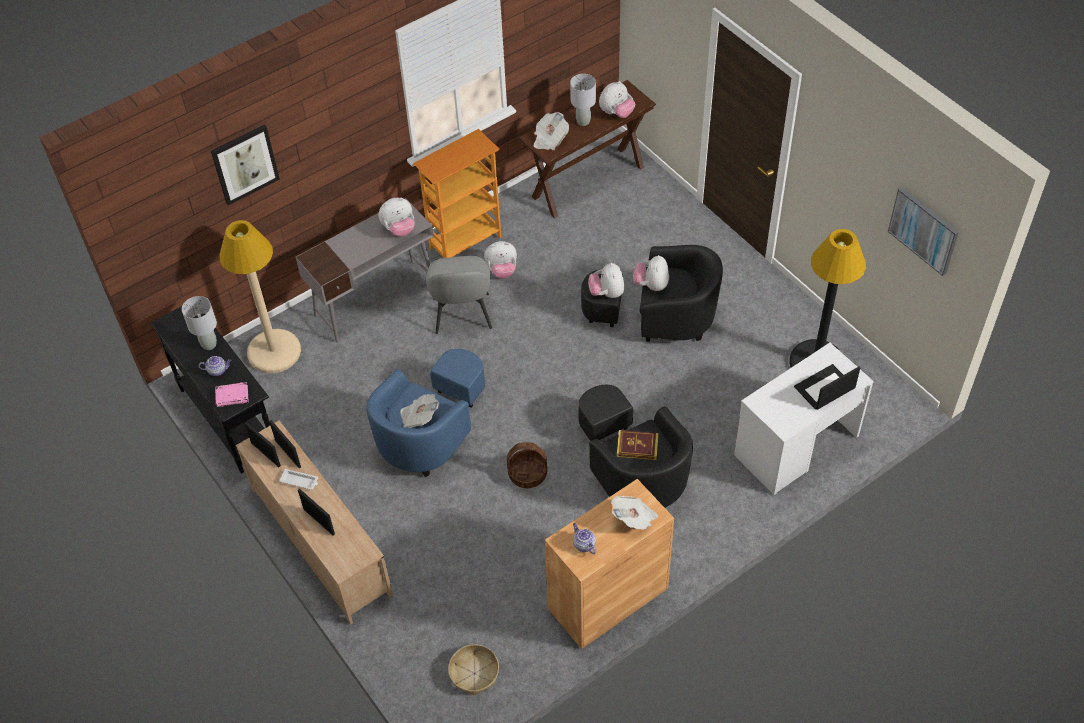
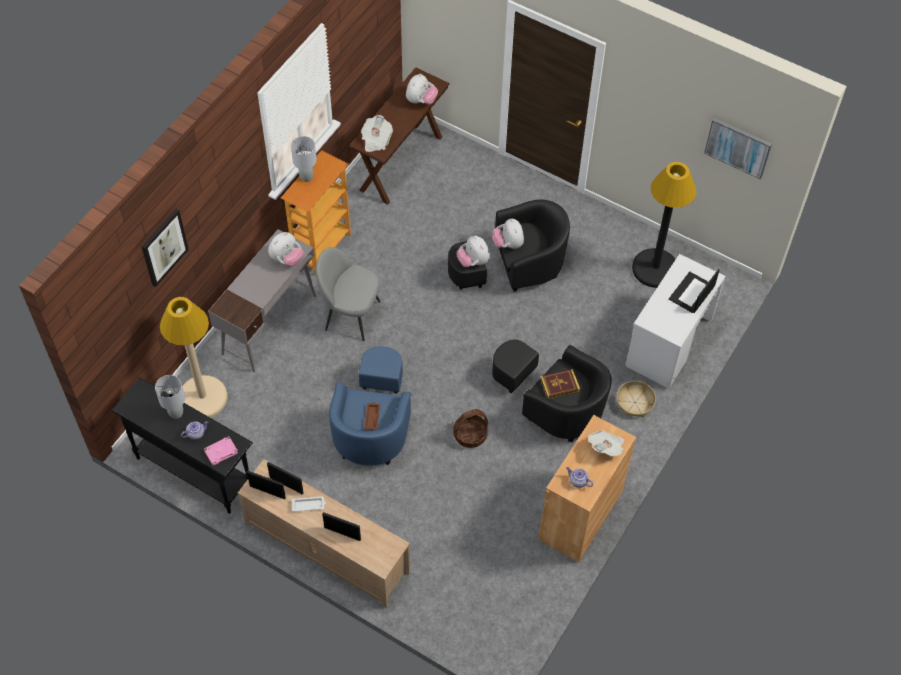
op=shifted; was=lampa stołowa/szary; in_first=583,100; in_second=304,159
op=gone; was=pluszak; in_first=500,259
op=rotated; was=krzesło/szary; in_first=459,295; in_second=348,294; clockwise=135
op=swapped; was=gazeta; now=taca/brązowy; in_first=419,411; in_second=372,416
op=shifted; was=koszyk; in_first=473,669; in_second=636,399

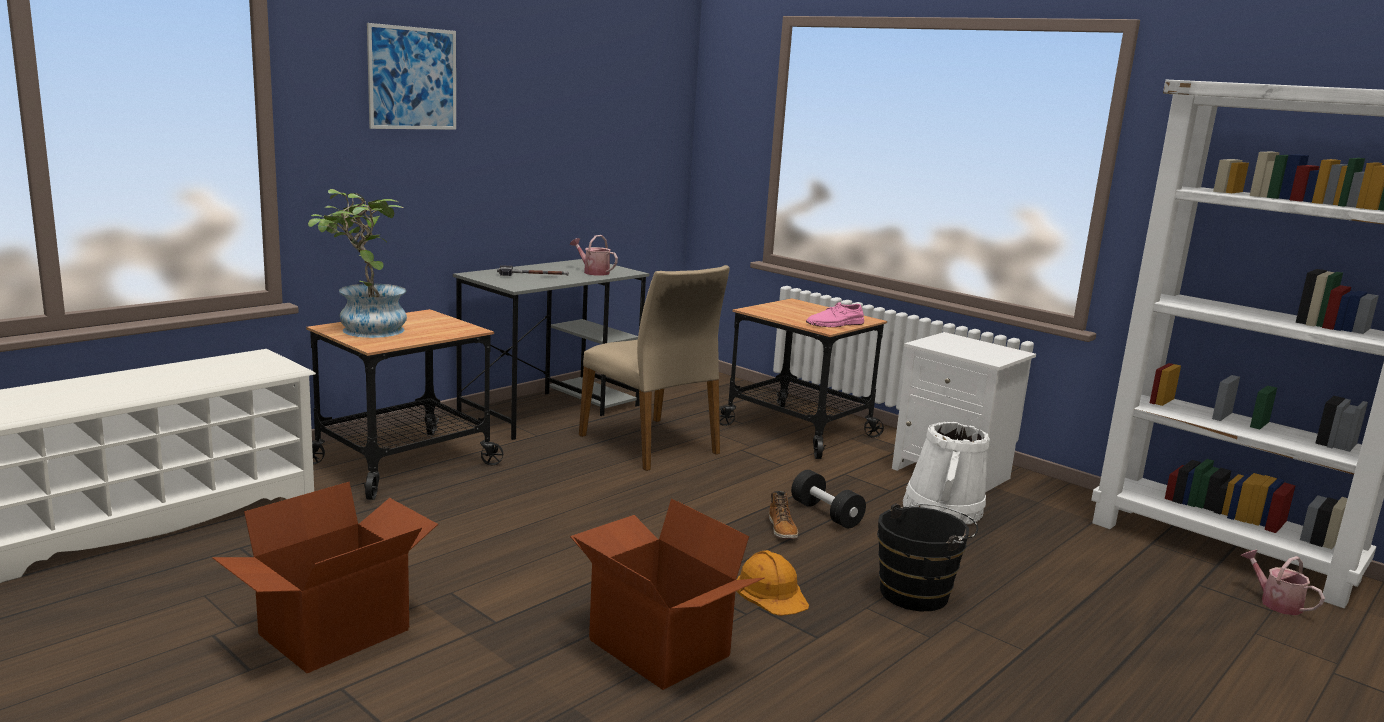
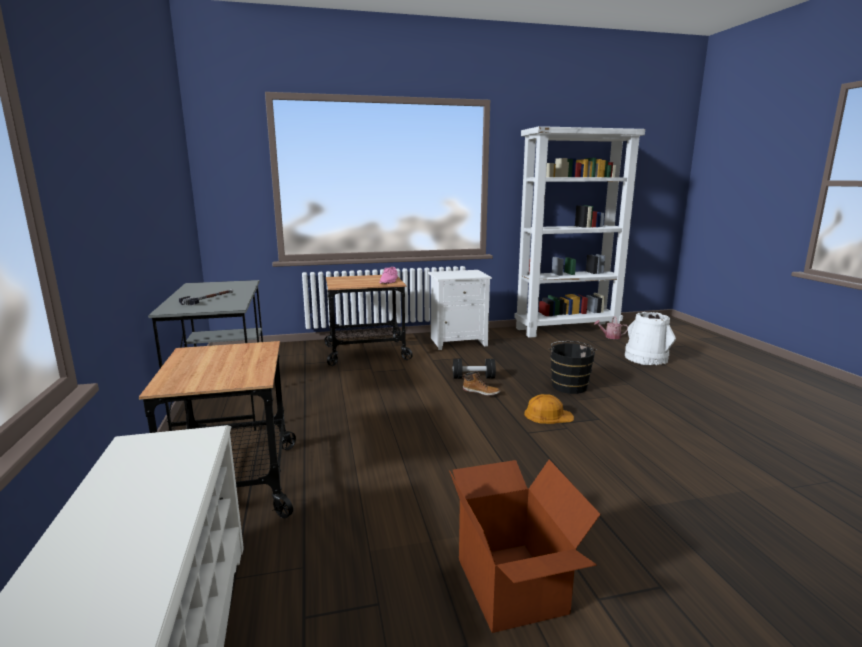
op=gone; was=obraz; in_first=411,76
op=gone; was=roślina doniczkowa; in_first=357,263
op=gone; was=konewka; in_first=594,255
op=gone; was=krzesło/beżowy; in_first=654,368
op=shifted; was=wiadro/biały; in_first=946,473; in_second=650,338
op=gone; was=karton; in_first=667,594

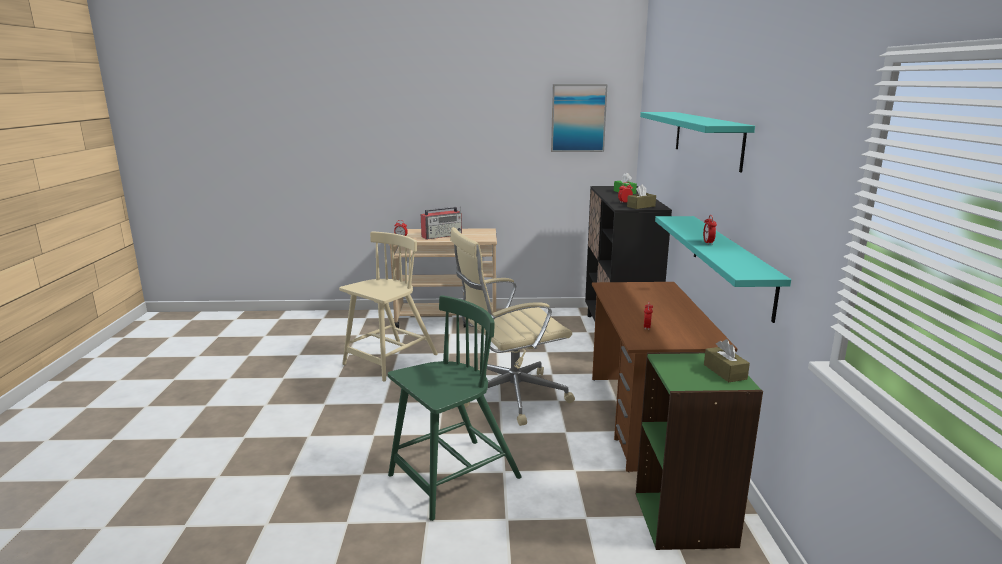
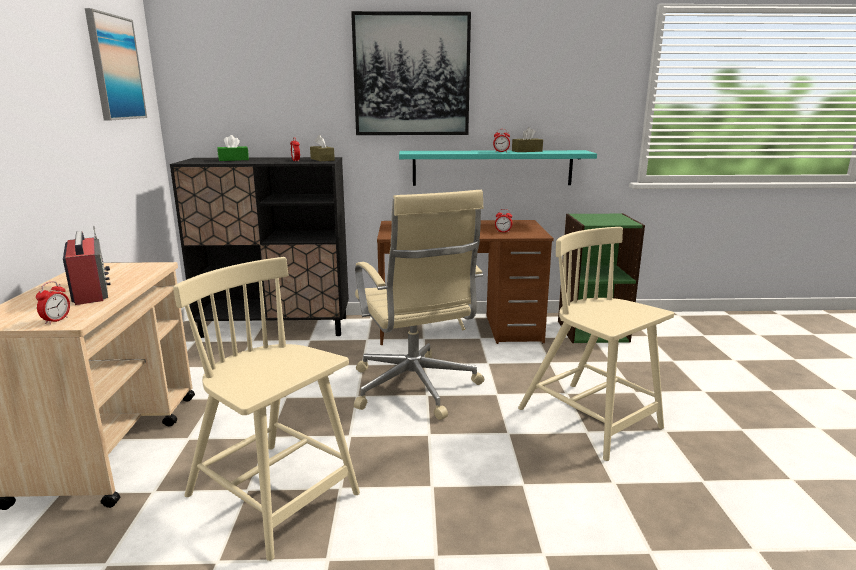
op=swapped; was=półka/turkusowy; now=obraz; in_first=697,142; in_second=411,73
op=repainted; was=krzesło/zielony; now=krzesło/beżowy; in_first=455,408; in_second=596,344
op=shifted; was=pudełko chusteczek/brązowy; in_first=727,361; in_second=527,139

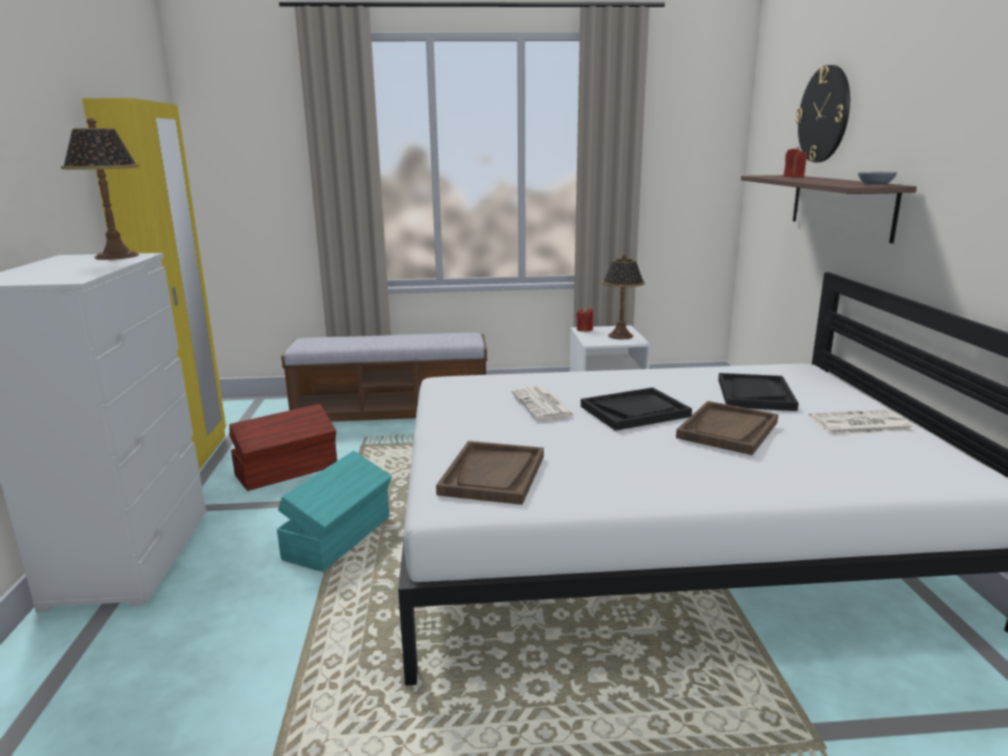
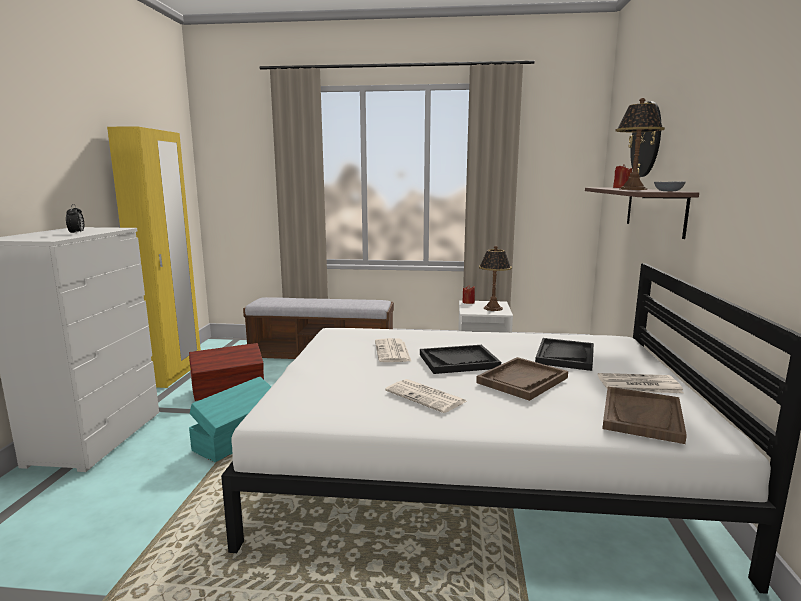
op=shifted; was=lampa stołowa; in_first=100,189; in_second=640,144
op=shifted; was=taca/brązowy; in_first=490,473; in_second=644,415
op=new; now=budzik; in_second=75,218
op=new; now=gazeta; in_second=426,396

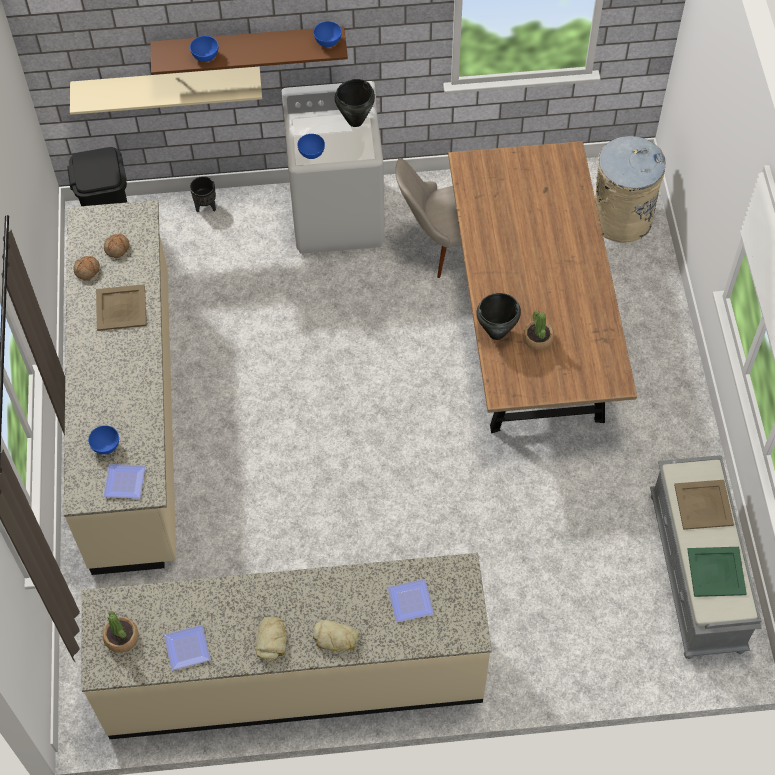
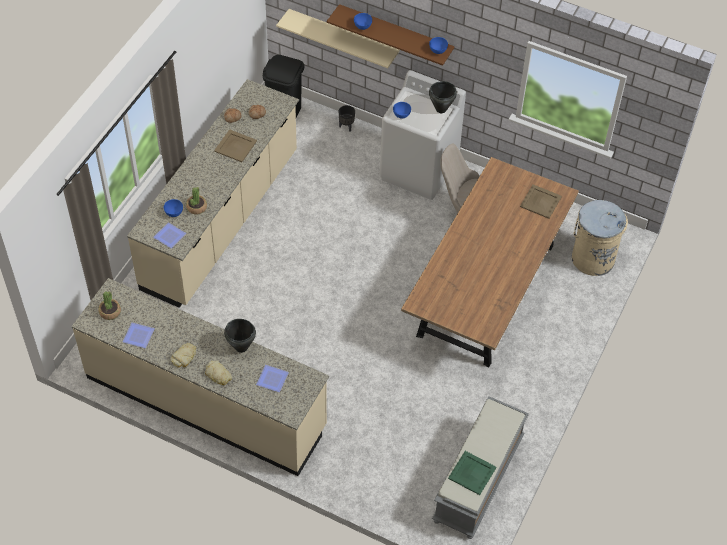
op=shifted; was=garnek/czarny; in_first=498,316; in_second=240,336
op=shifted; was=roślina doniczkowa; in_first=538,330; in_second=196,201
op=shifted; was=taca/beżowy; in_first=704,505; in_second=541,201

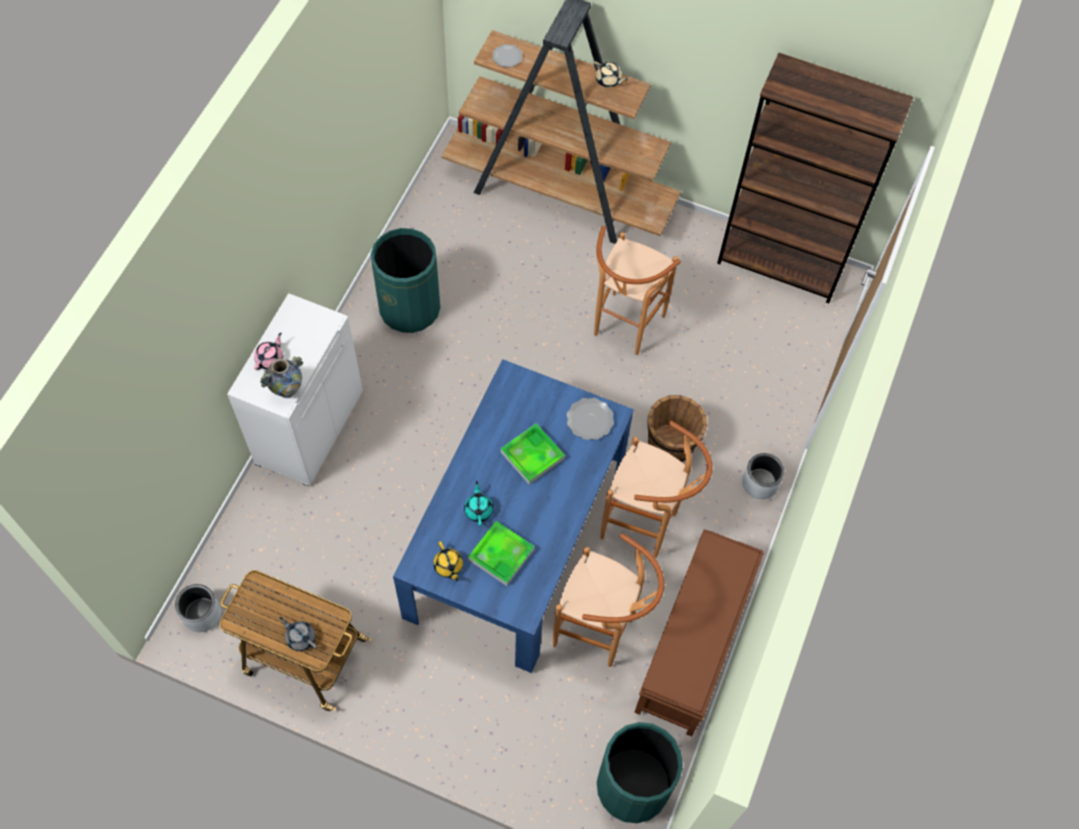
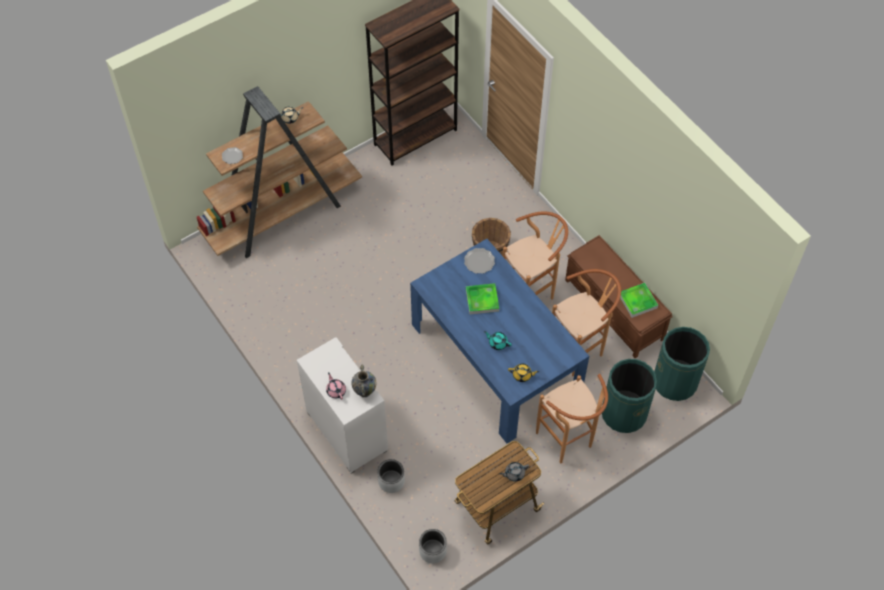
op=shifted; was=stołek/brązowy; in_first=637,290; in_second=572,418
op=shifted; was=kosz na śmieci/zielony; in_first=405,280; in_second=629,396
op=shifted; was=donica/szary; in_first=763,476; in_second=391,476
op=shifted; was=taca; in_first=501,553; in_second=639,300

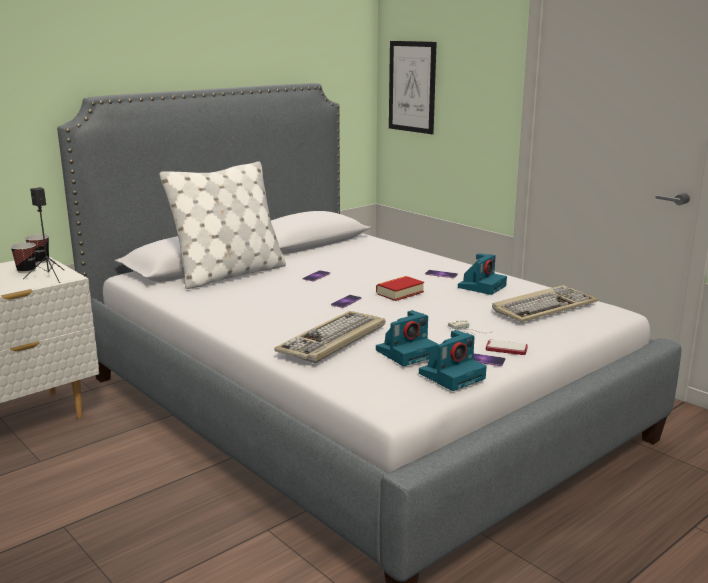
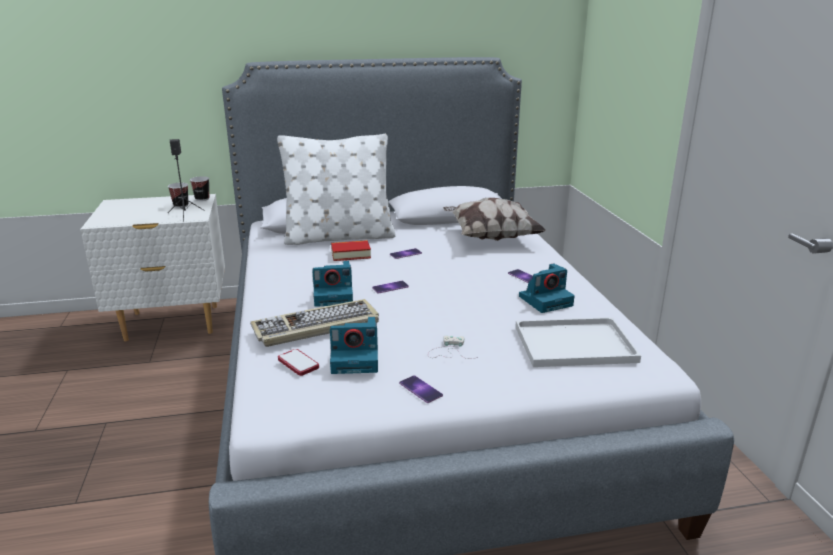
op=gone; was=obraz; in_first=413,87
op=shifted; was=książka; in_first=400,288; in_second=351,250
op=swapped; was=klawiatura; now=taca/biały; in_first=545,303; in_second=578,342
op=shifted; was=aparat fotograficzny; in_first=453,360; in_second=332,284
op=shifted; was=telefon; in_first=507,347; in_second=298,362
op=new; now=poduszka; in_second=495,219

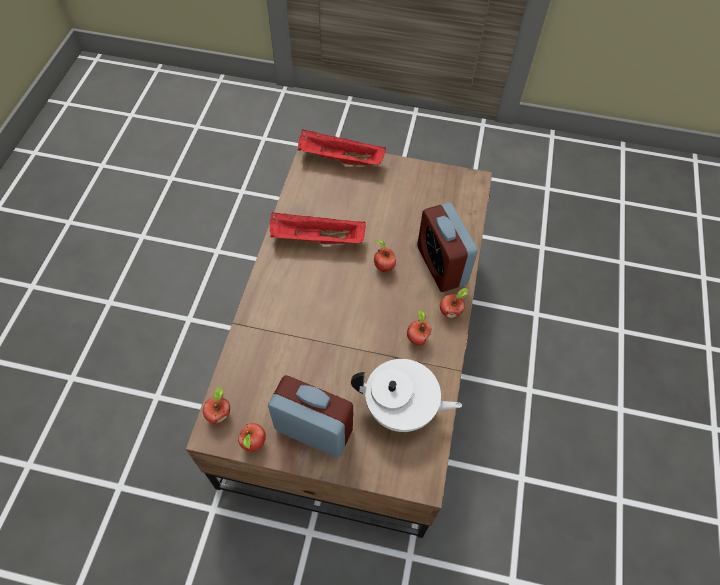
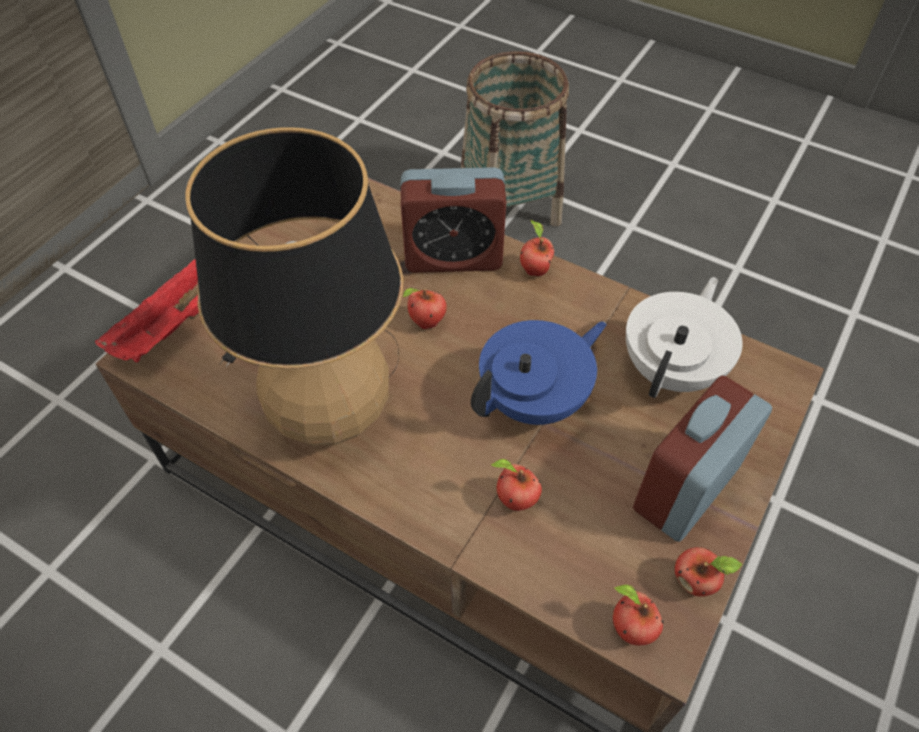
op=swapped; was=taca/czerwony; now=lampa stołowa; in_first=318,228; in_second=294,286
op=shifted; was=jabłko; in_first=419,327; in_second=516,485
op=new; now=koszyk; in_second=515,138
op=new; now=imbryk/niebieski; in_second=539,372

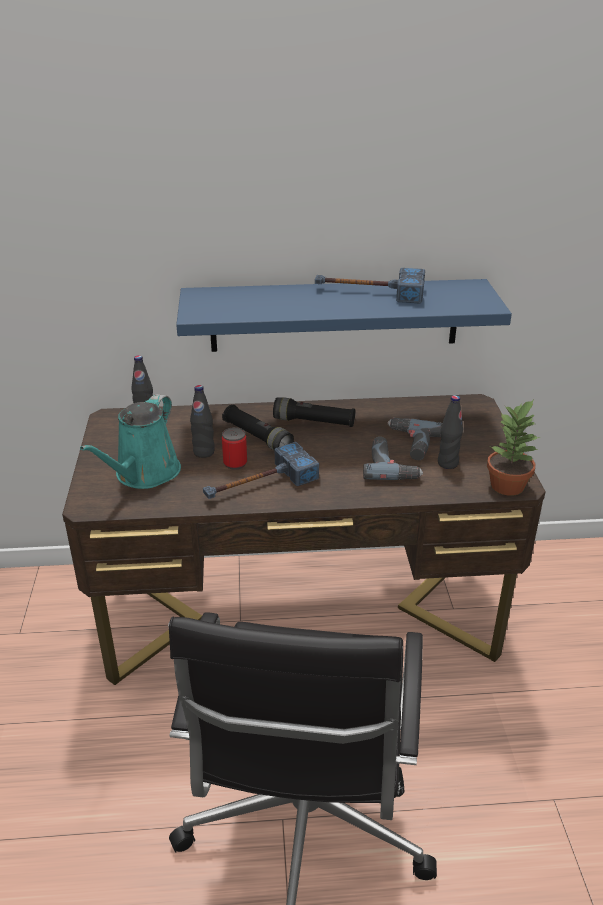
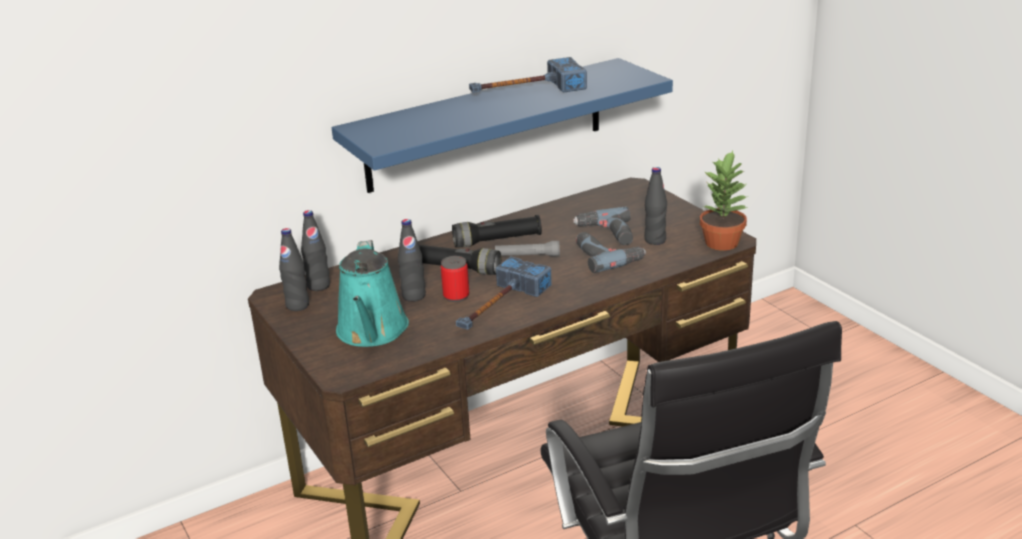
op=new; now=butelka/czarny; in_second=294,269
op=new; now=latarka/szary; in_second=527,249

